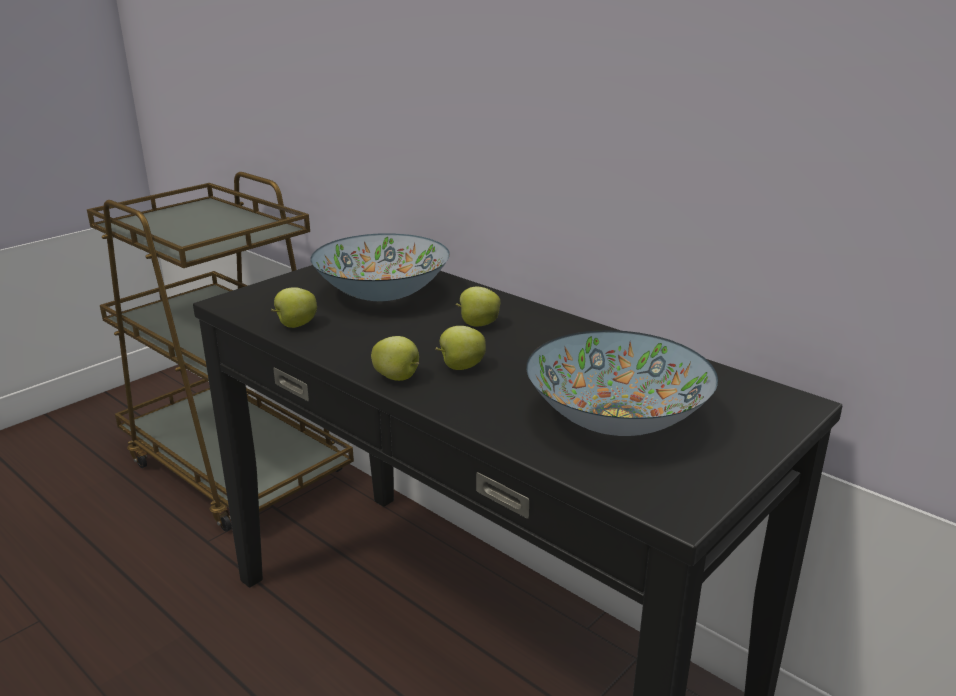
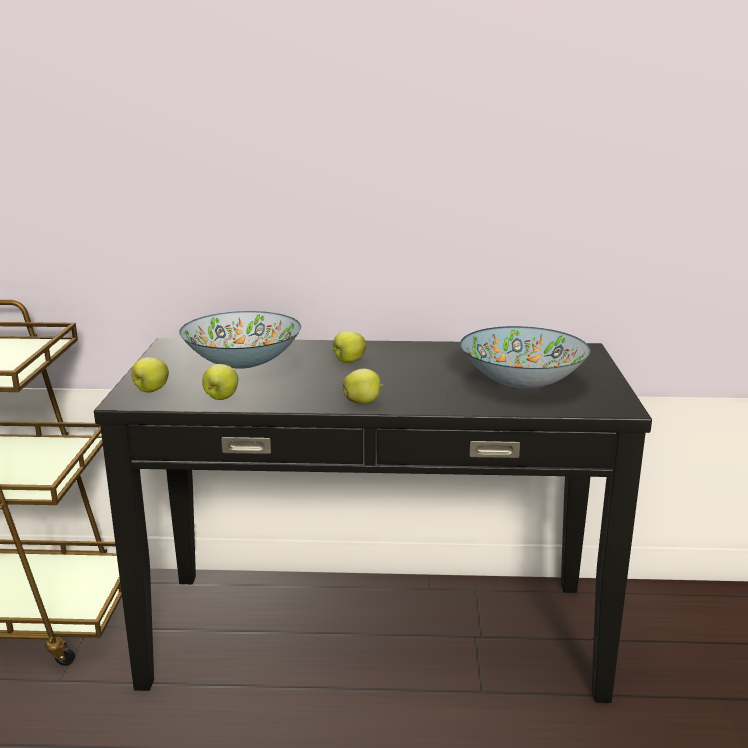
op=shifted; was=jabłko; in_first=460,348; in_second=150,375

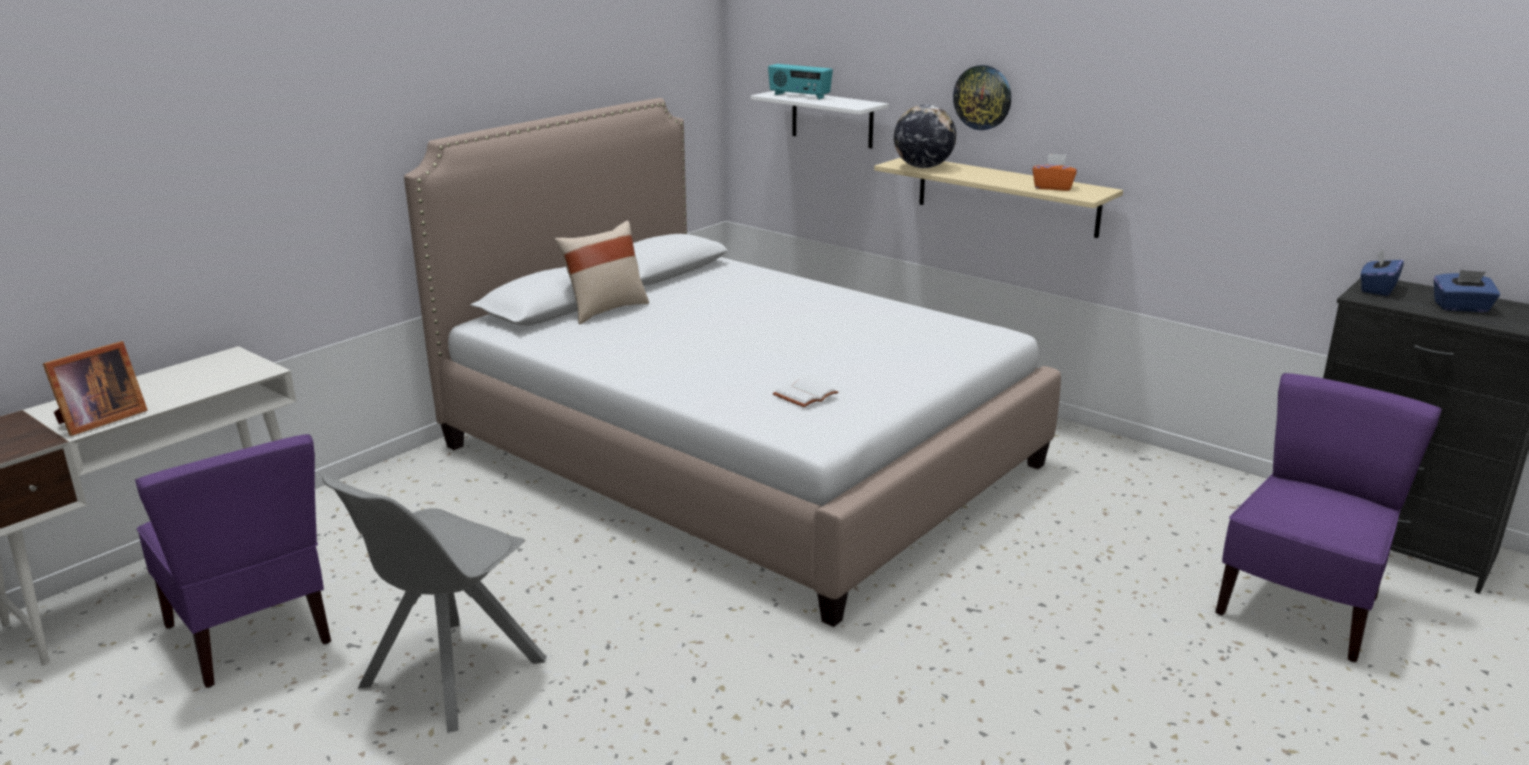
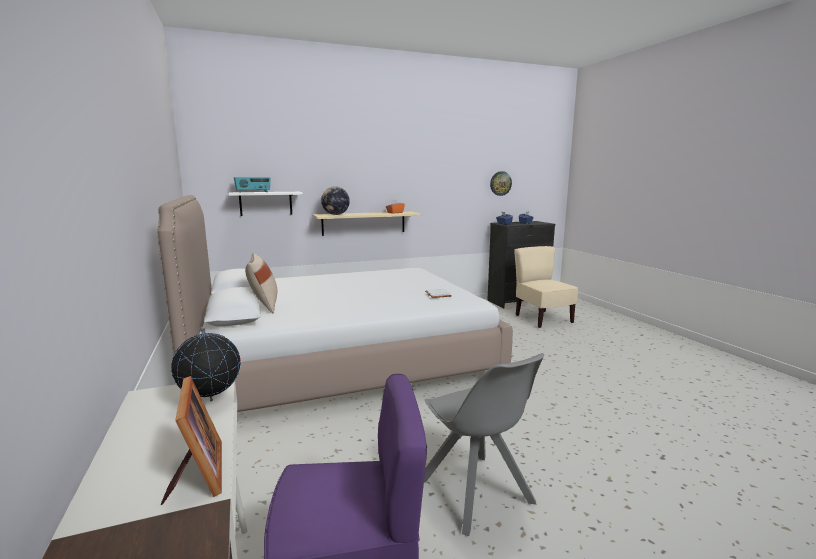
op=shifted; was=zegar ścienny; in_first=982,97; in_second=501,183
op=repainted; was=krzesło/fioletowy; now=krzesło/beżowy; in_first=1328,517; in_second=546,287
op=new; now=globus; in_second=206,364

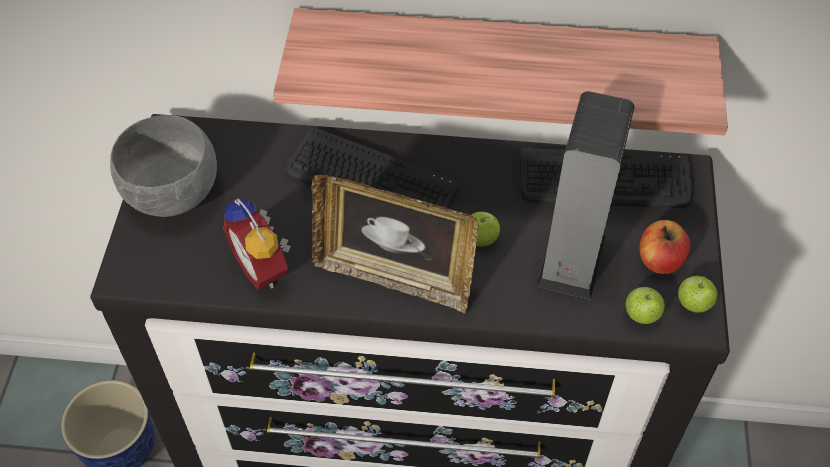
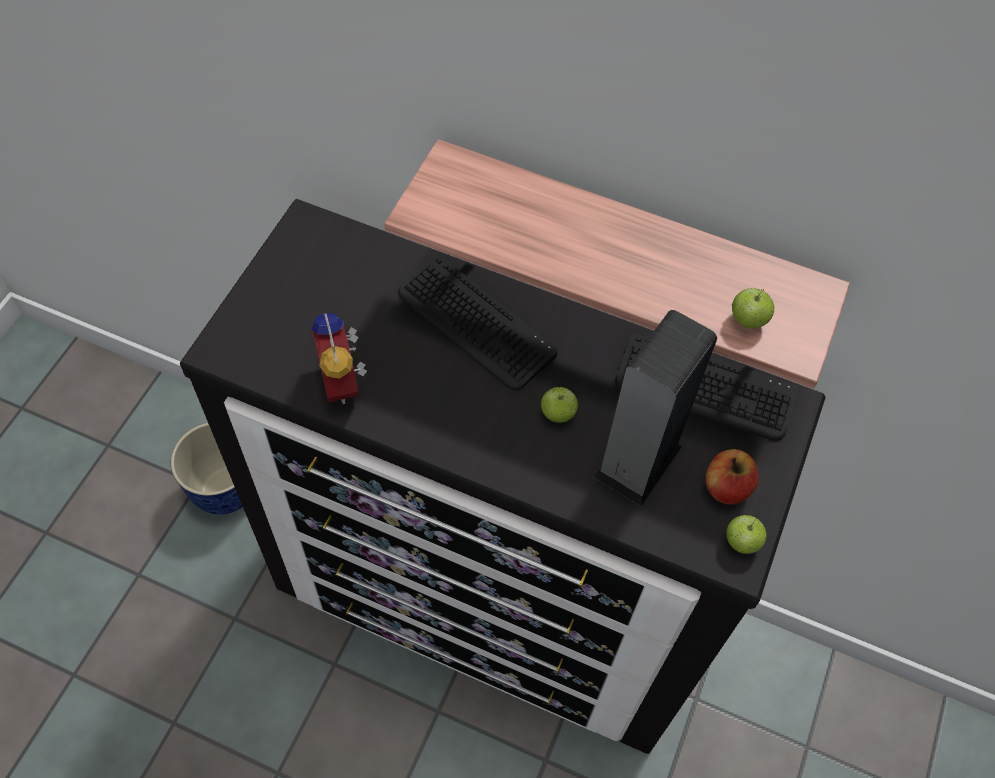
op=gone; was=miska/szary; in_first=163,166
op=gone; was=ramka na zdjęcie; in_first=395,244
op=shifted; was=jabłko; in_first=645,305; in_second=753,308

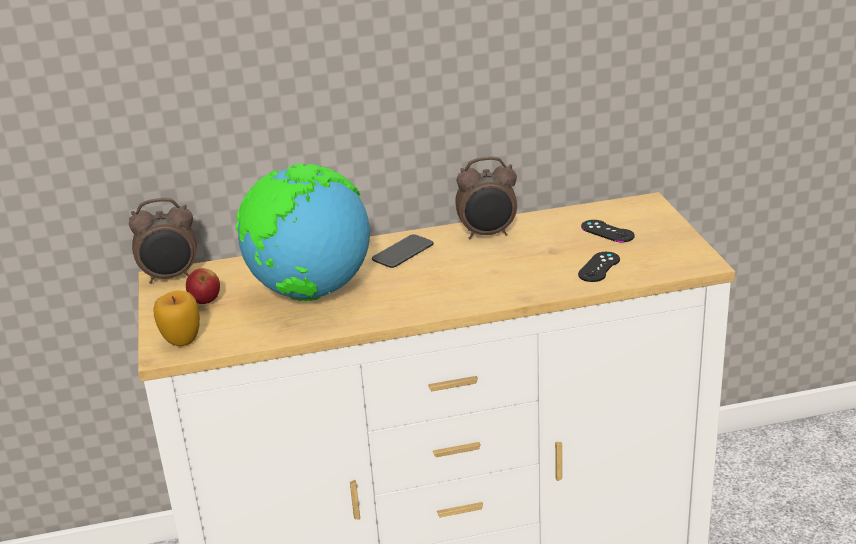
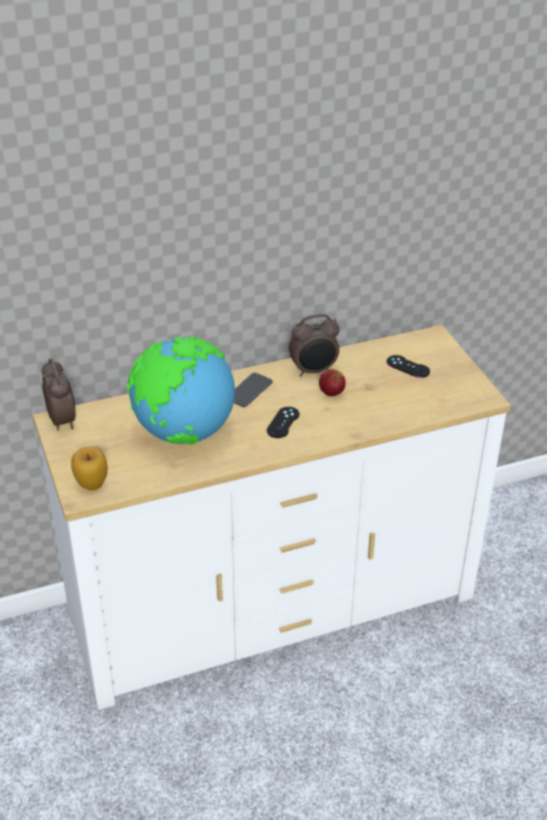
op=rotated; was=budzik; in_first=163,241; in_second=59,394; clockwise=-90
op=shifted; was=pad do gier/czarny; in_first=599,267; in_second=283,422
op=shifted; was=jabłko; in_first=203,286; in_second=332,382

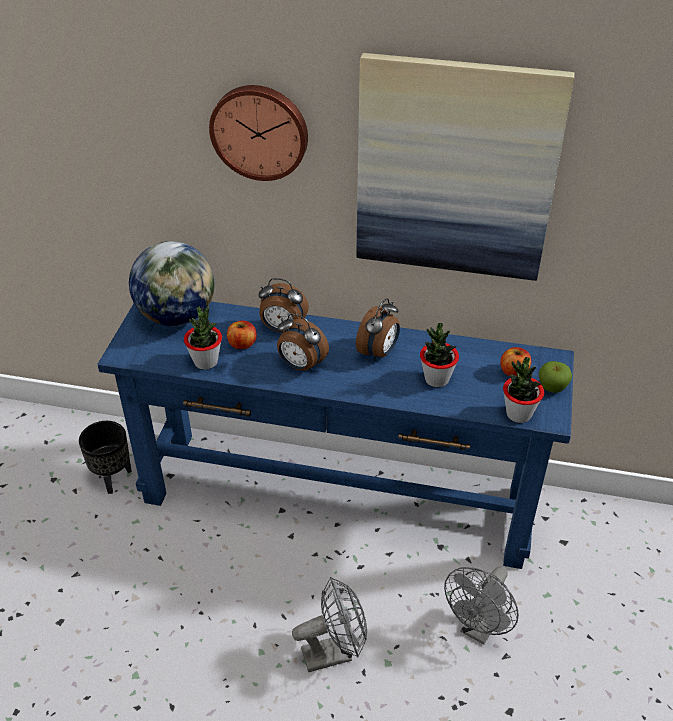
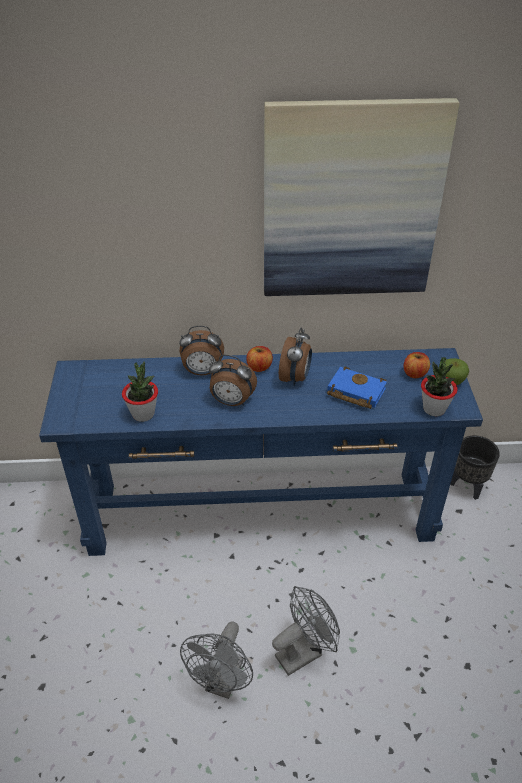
op=gone; was=zegar ścienny; in_first=258,133
op=gone; was=globus; in_first=171,283
op=shifted; was=jabłko; in_first=242,335; in_second=259,359
op=swapped; was=roślina doniczkowa; now=książka/niebieski; in_first=439,355; in_second=357,387
op=shifted; was=donica/czarny; in_first=105,457; in_second=475,468
op=shifted; was=wentylator/szary; in_first=481,605; in_second=216,660

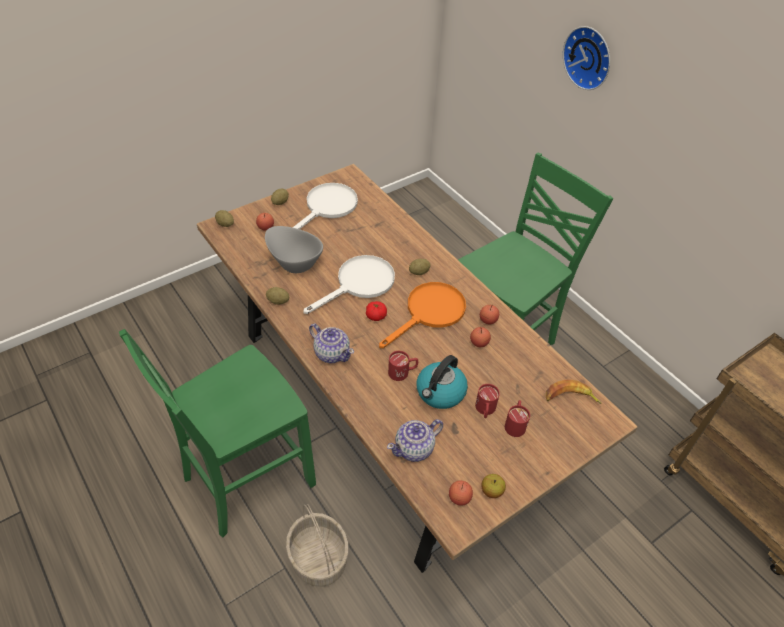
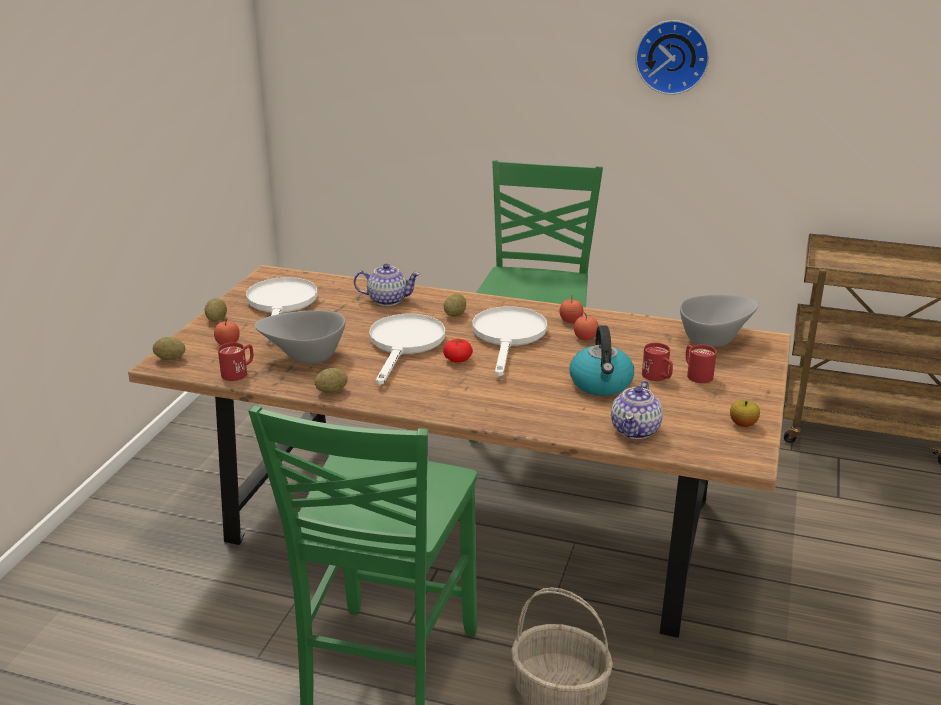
op=shifted; was=zegar ścienny; in_first=586,58; in_second=672,57
op=repainted; was=patelnia/pomarańczowy; now=patelnia/biały; in_first=422,315; in_second=510,341
op=shifted; was=imbryk; in_first=331,343; in_second=387,285
op=shifted; was=kubek/czerwony; in_first=403,366; in_second=236,361
op=swapped; was=banan; now=miska/szary; in_first=573,392; in_second=719,321
op=gone; was=jabłko; in_first=461,493

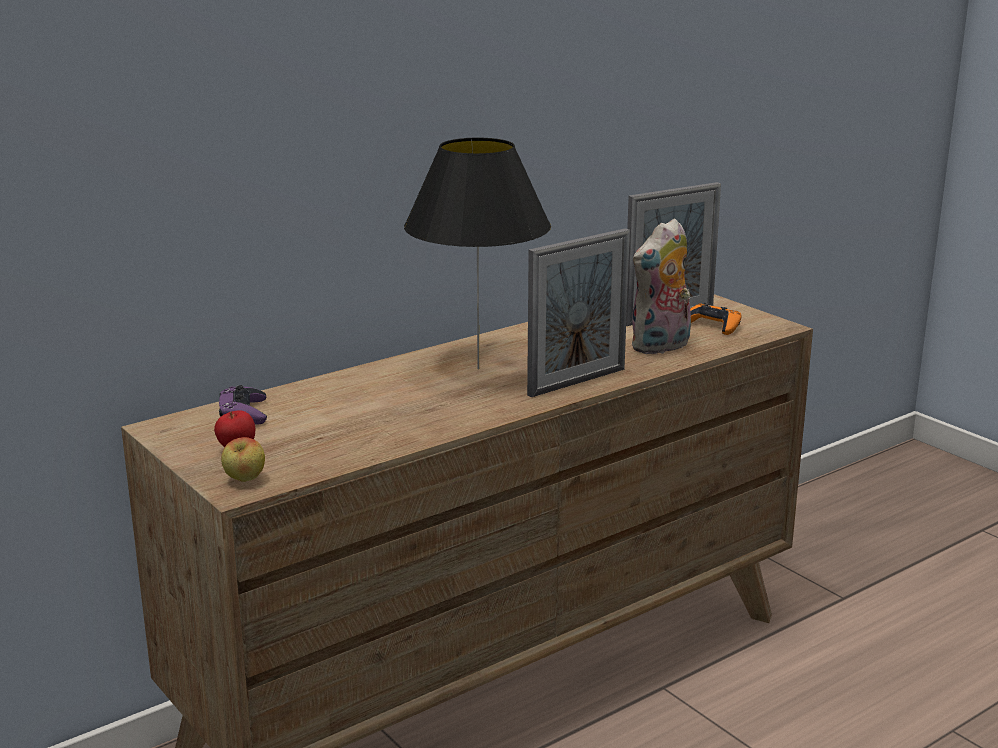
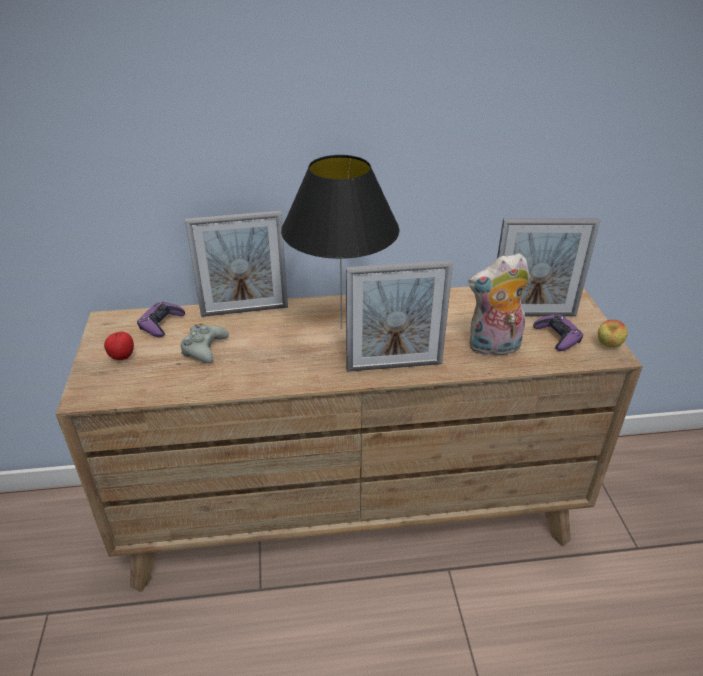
op=repainted; was=pad do gier/pomarańczowy; now=pad do gier/fioletowy; in_first=716,319; in_second=558,332
op=shifted; was=jabłko; in_first=243,459; in_second=613,334
op=new; now=ramka na zdjęcie; in_second=236,264
op=new; now=pad do gier/szary; in_second=205,343

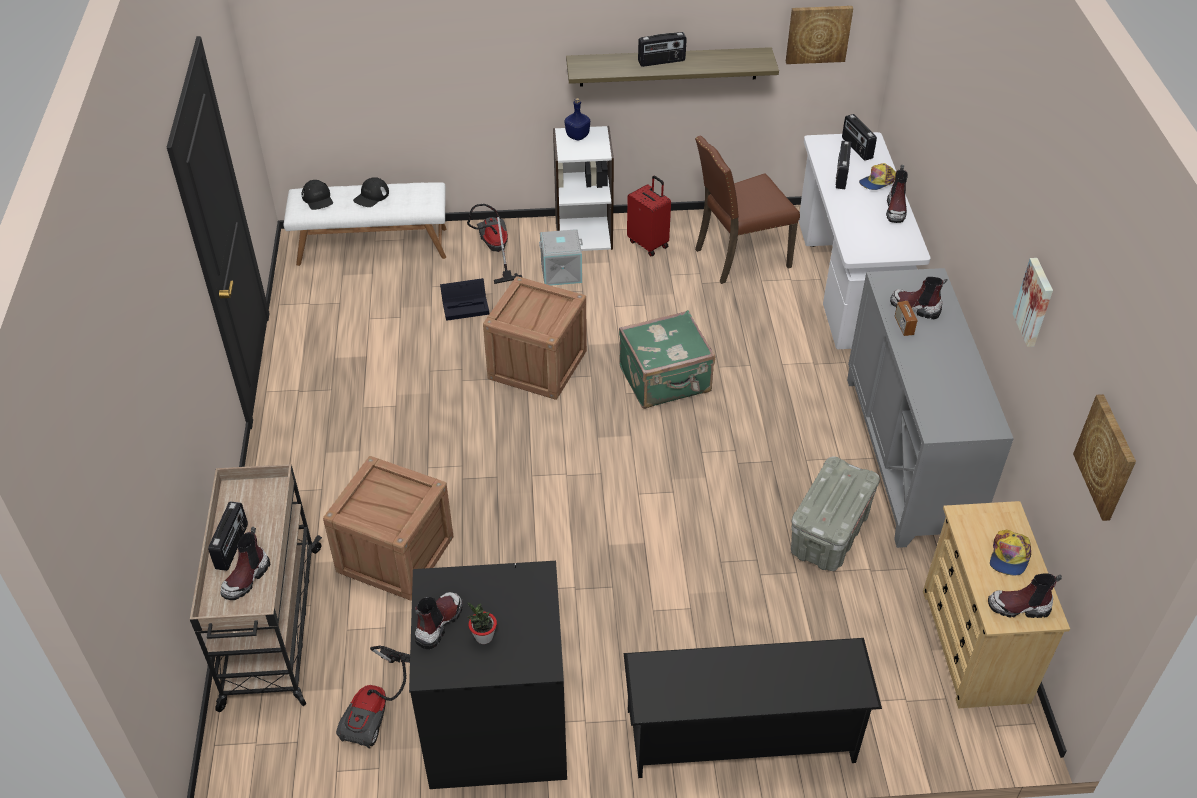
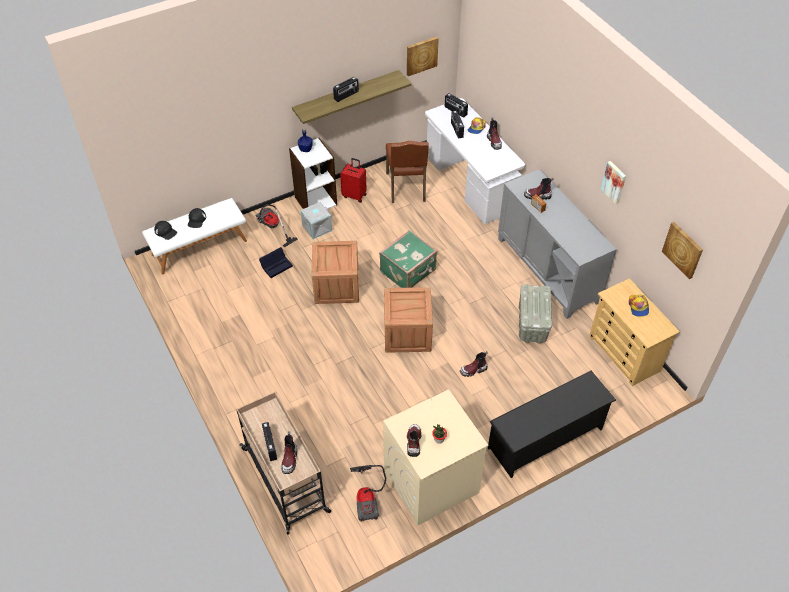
op=rotated; was=krzesło/brązowy; in_first=747,209; in_second=407,172; clockwise=-45
op=shifted; was=skrzynka; in_first=388,528; in_second=408,320
op=repainted; was=pralka/czarny; now=pralka/beżowy; in_first=488,675; in_second=435,457
op=shifted; was=but z cholewką; in_first=1025,596; in_second=474,364

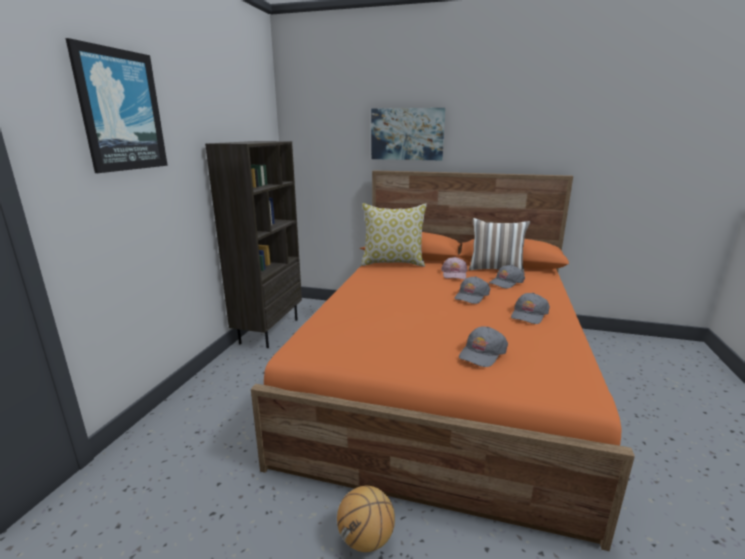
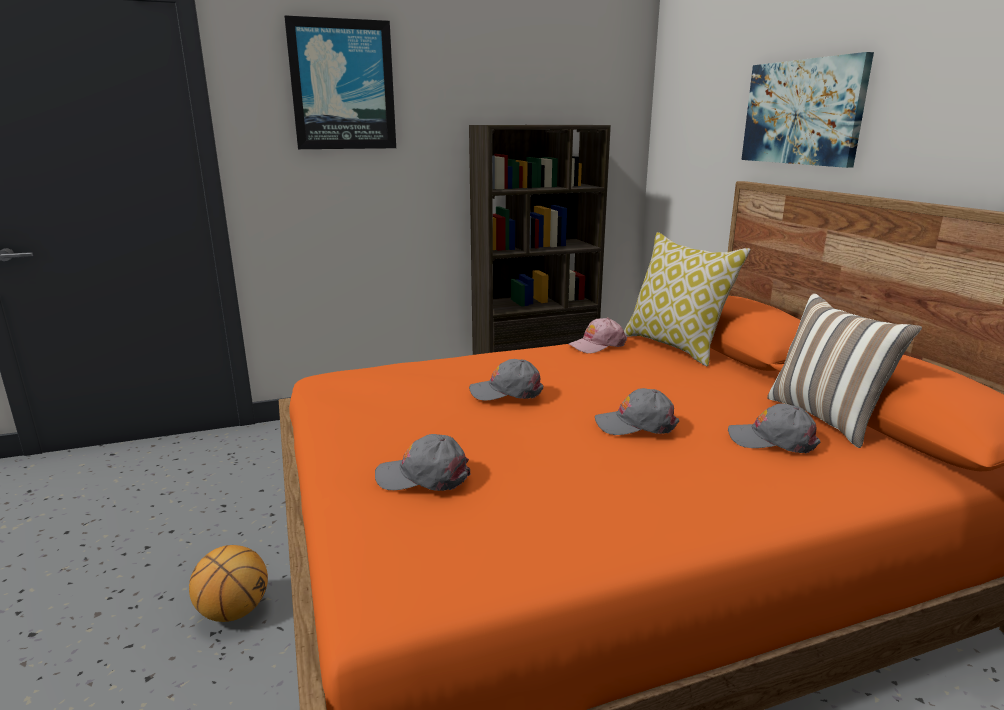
op=shifted; was=czapka z daszkiem/różowy; in_first=454,268; in_second=597,335
op=shifted; was=czapka z daszkiem/szary; in_first=530,308; in_second=506,380

